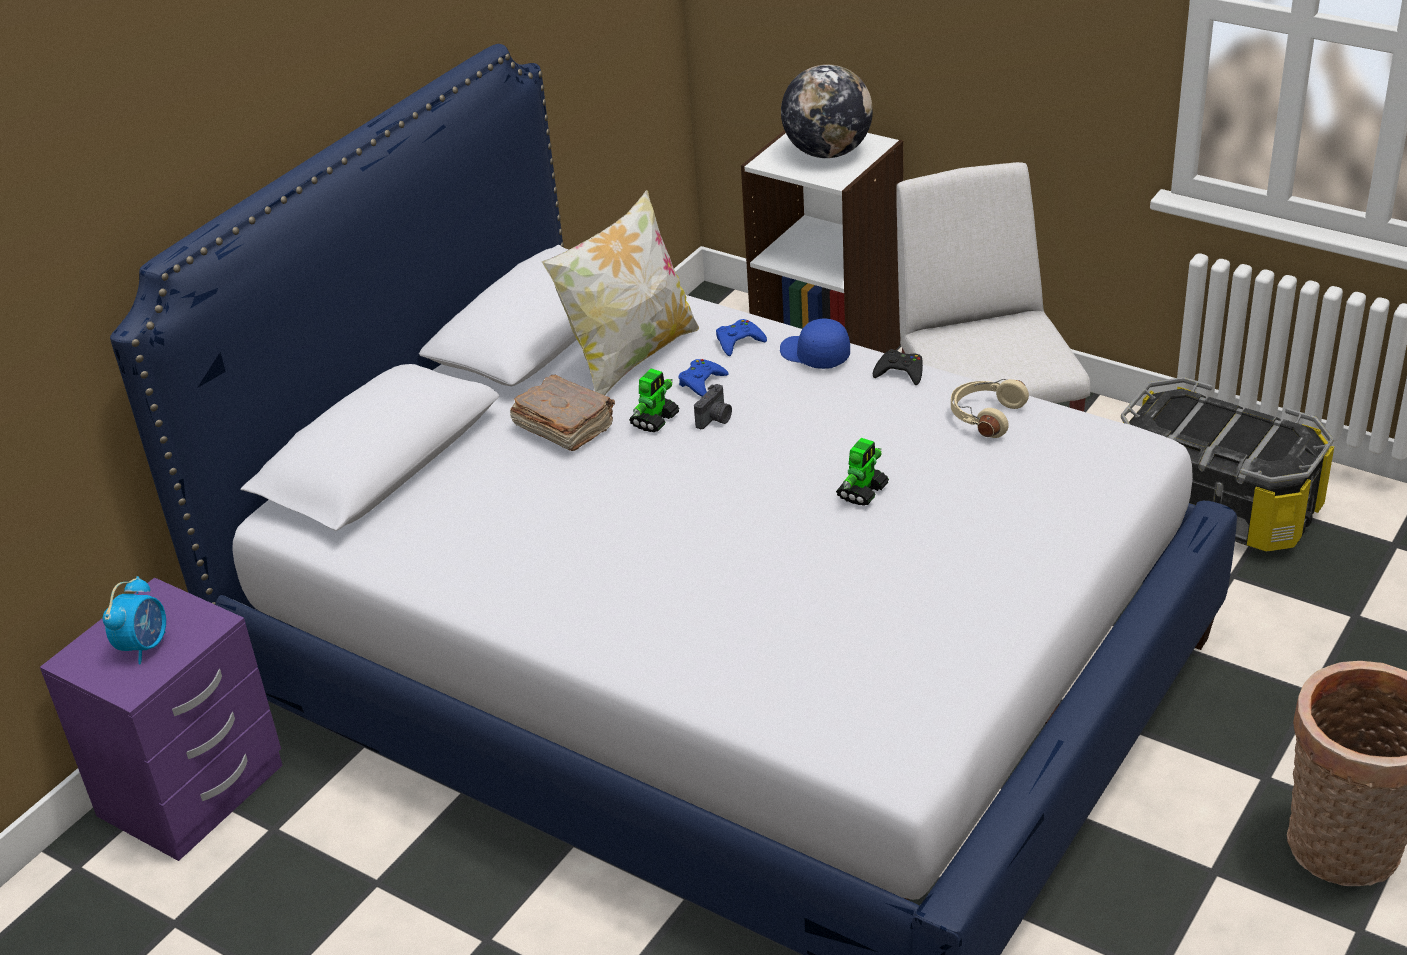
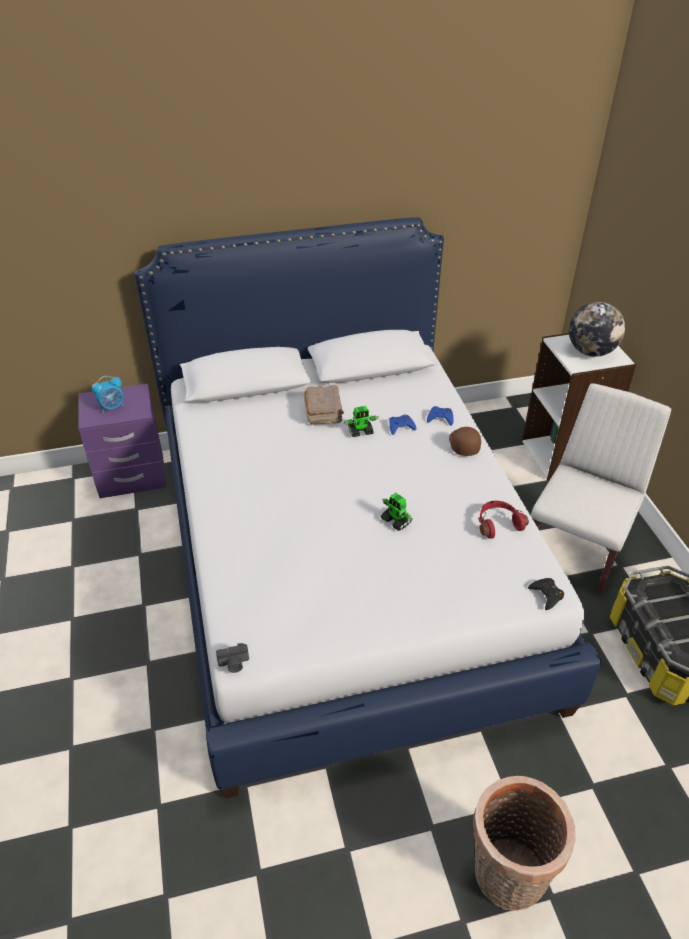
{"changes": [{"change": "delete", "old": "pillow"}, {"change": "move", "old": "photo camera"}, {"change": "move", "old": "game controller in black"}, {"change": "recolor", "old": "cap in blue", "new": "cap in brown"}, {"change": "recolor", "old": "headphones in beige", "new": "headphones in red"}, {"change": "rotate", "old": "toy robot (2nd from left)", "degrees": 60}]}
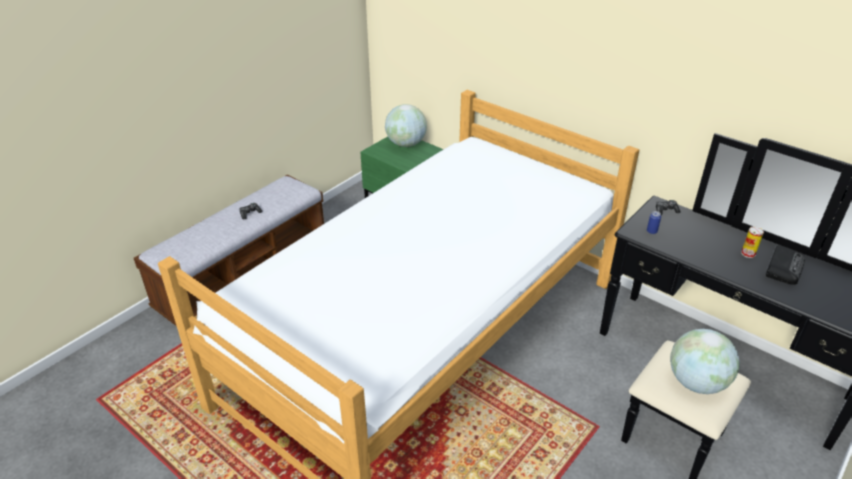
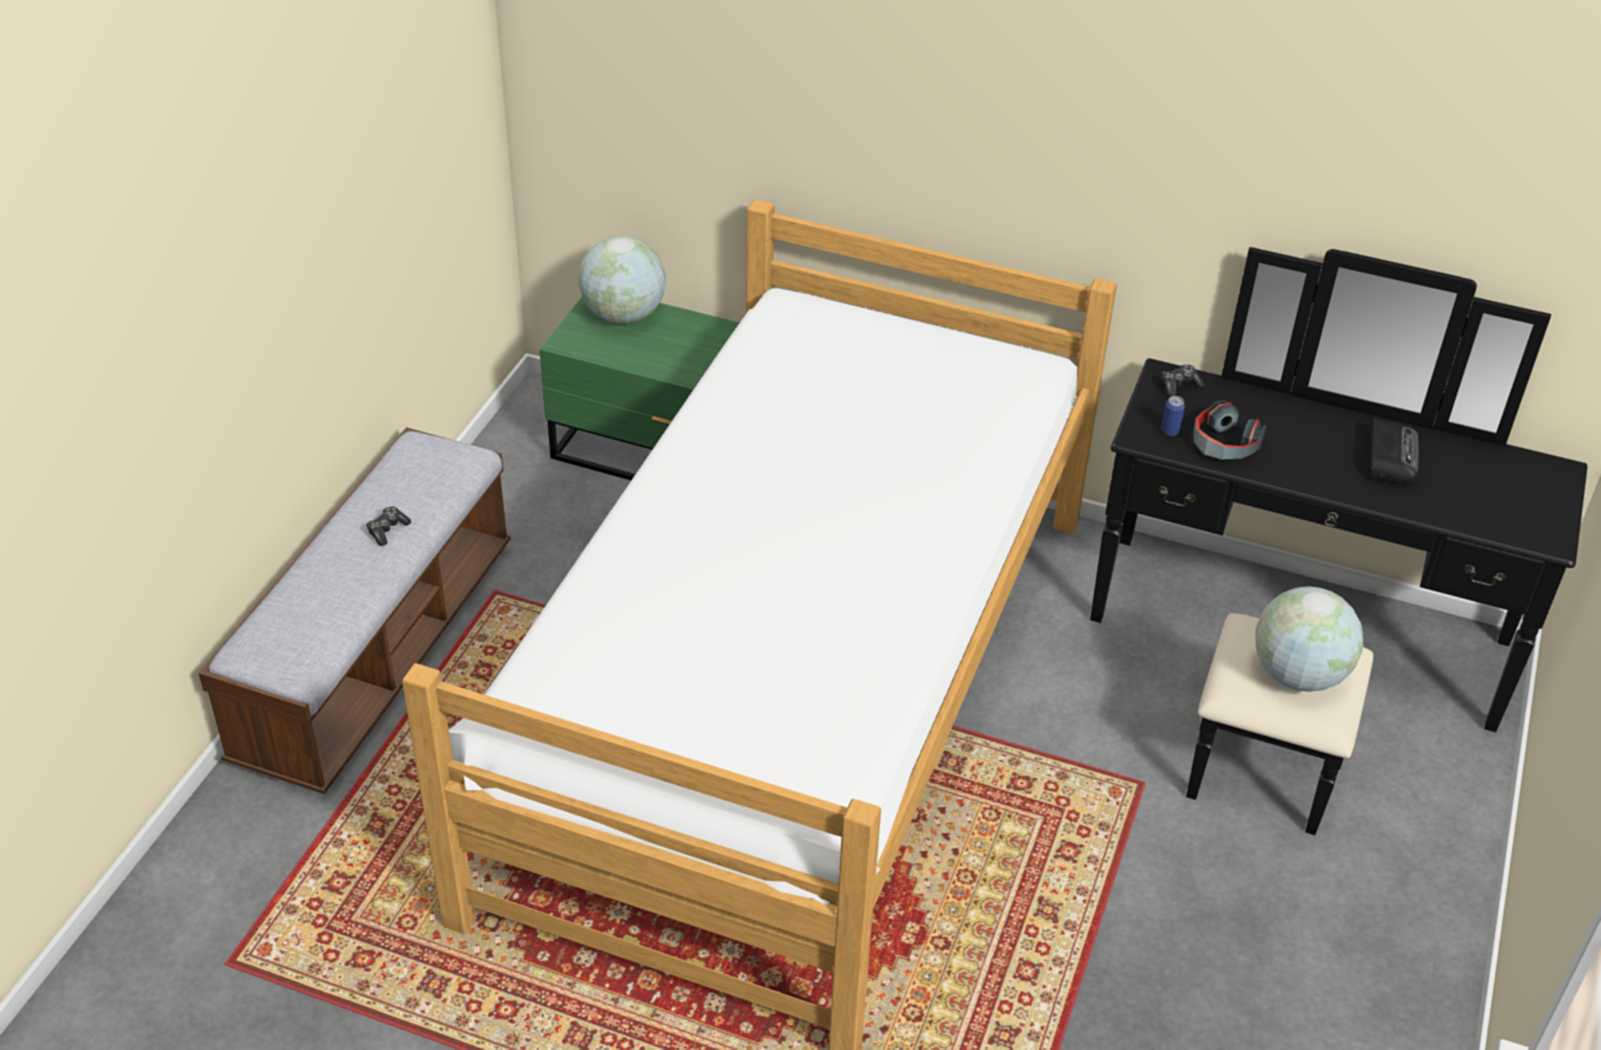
{"changes": [{"change": "delete", "old": "can (2nd from left)"}, {"change": "insert", "new": "headphones"}]}
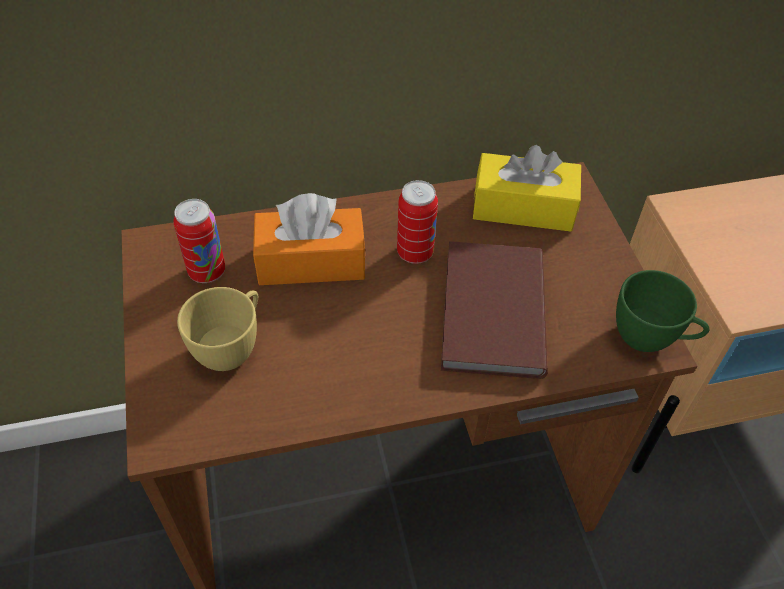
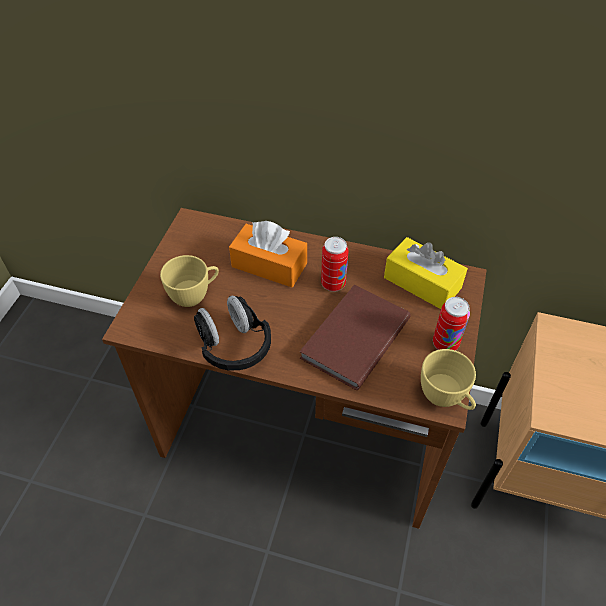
{"changes": [{"change": "insert", "new": "headphones in black"}, {"change": "move", "old": "can (1st from left in the first image)", "new": "can (2nd from left)"}, {"change": "recolor", "old": "cup in green", "new": "cup in yellow (2nd from left)"}]}
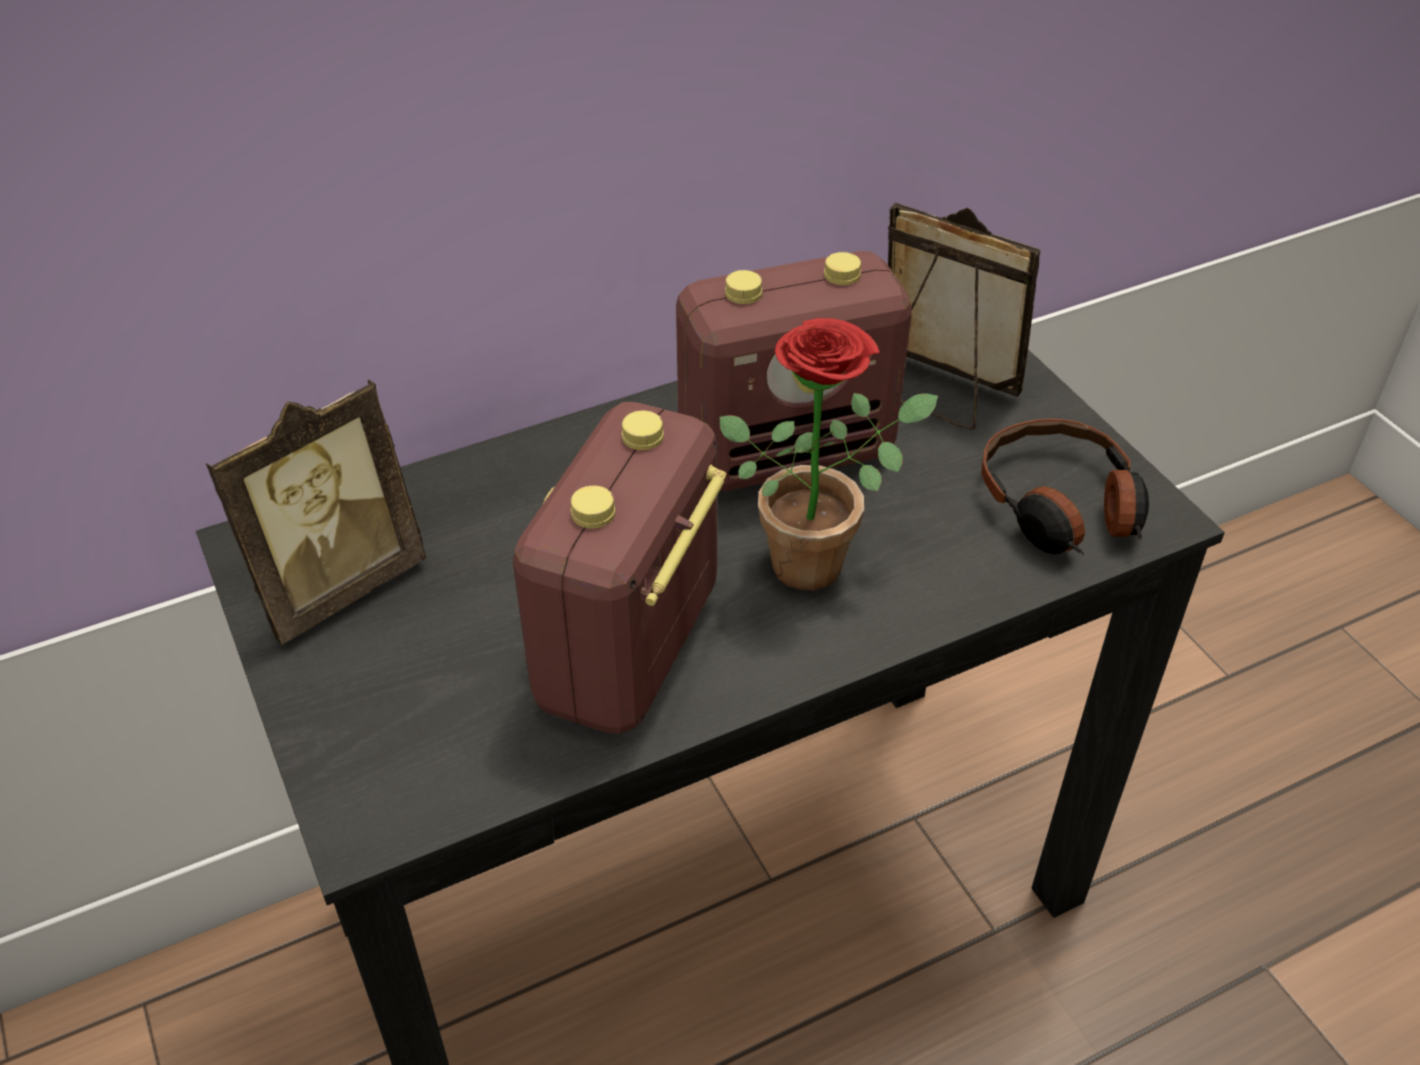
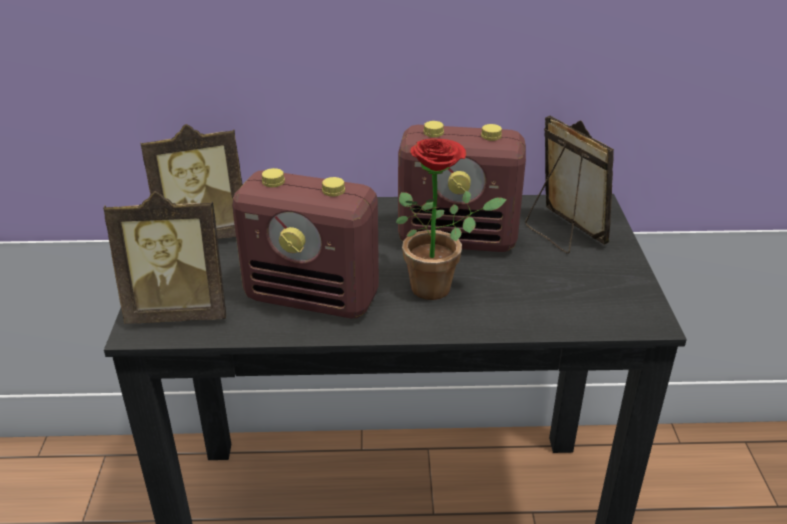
{"changes": [{"change": "delete", "old": "headphones"}, {"change": "insert", "new": "picture frame (1st from left)"}, {"change": "rotate", "old": "radio (1st from left)", "degrees": -120}]}
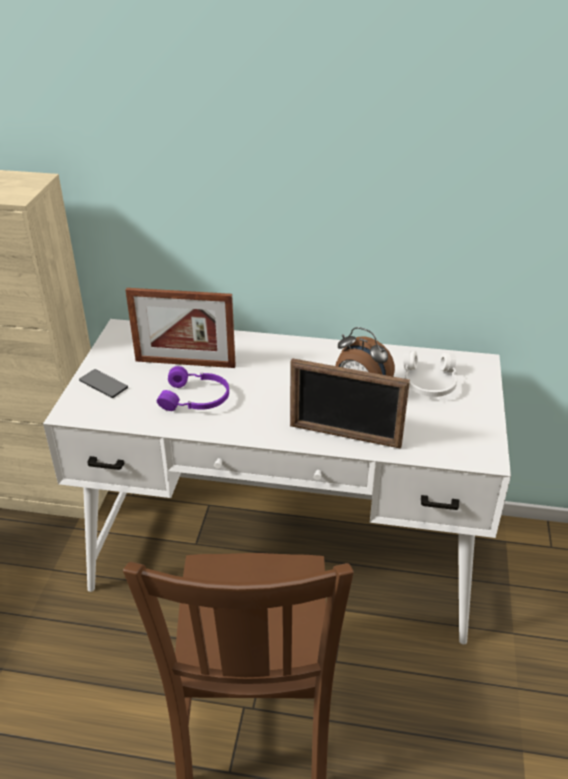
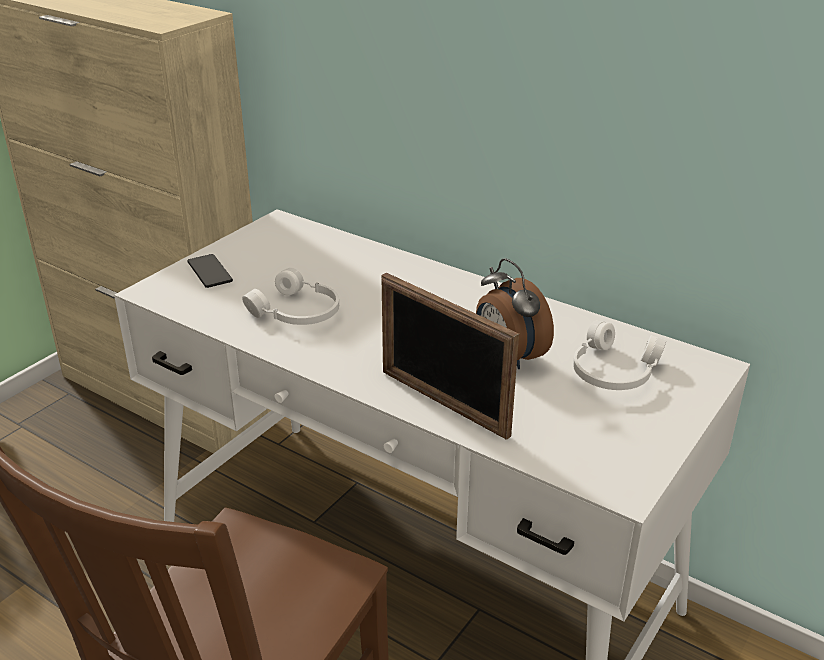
{"changes": [{"change": "delete", "old": "picture frame (1st from left)"}, {"change": "recolor", "old": "headphones in purple", "new": "headphones in white (1st from left)"}]}
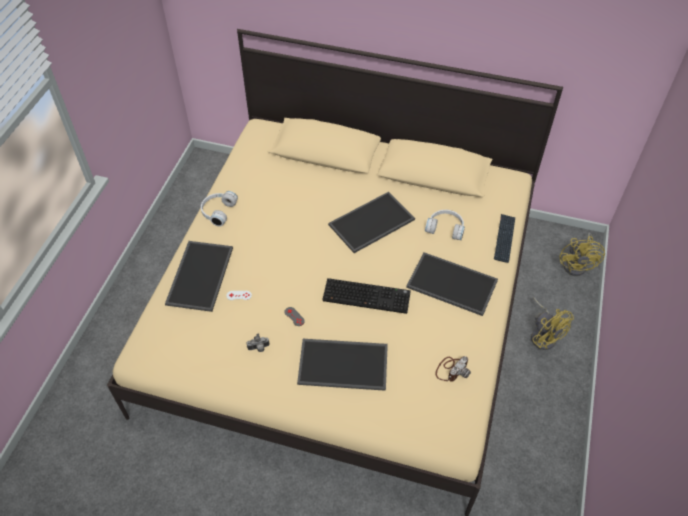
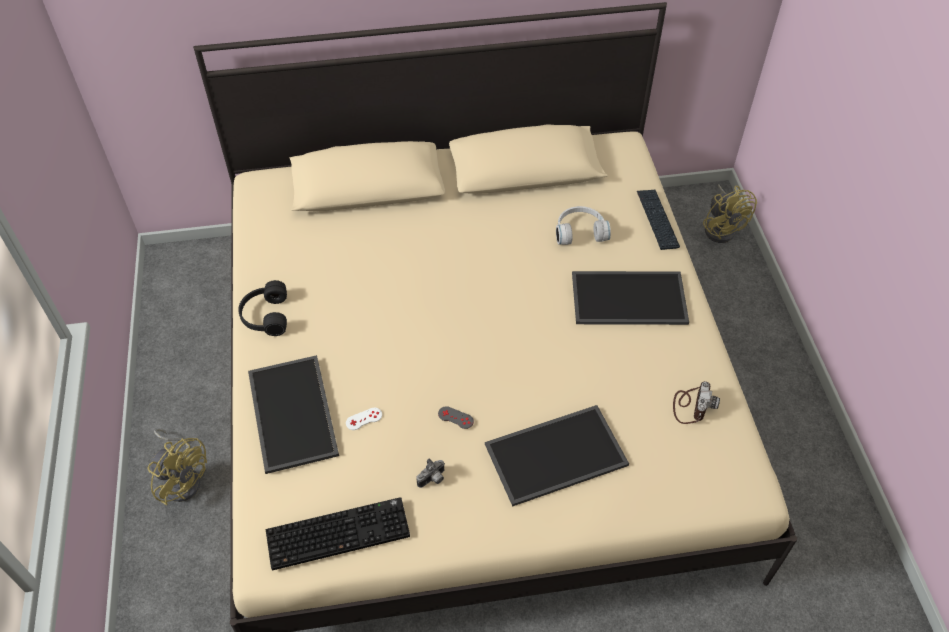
{"changes": [{"change": "delete", "old": "tray (3rd from left)"}, {"change": "move", "old": "keyboard (1st from left)"}, {"change": "move", "old": "fan in yellow (1st from left)"}, {"change": "recolor", "old": "headphones in white (1st from left)", "new": "headphones in black"}]}
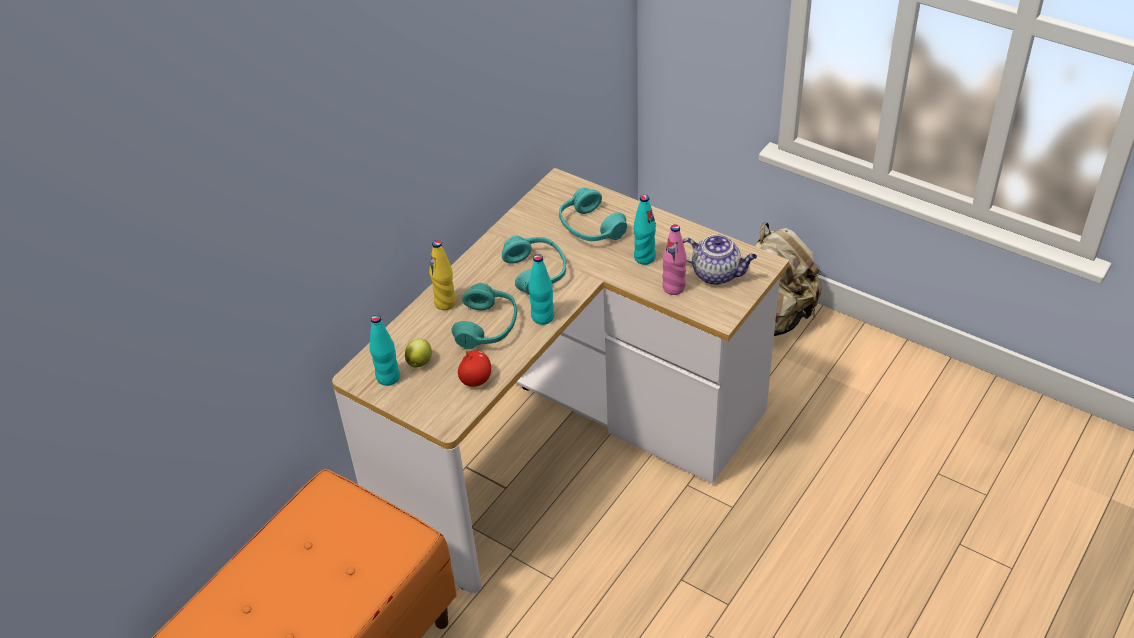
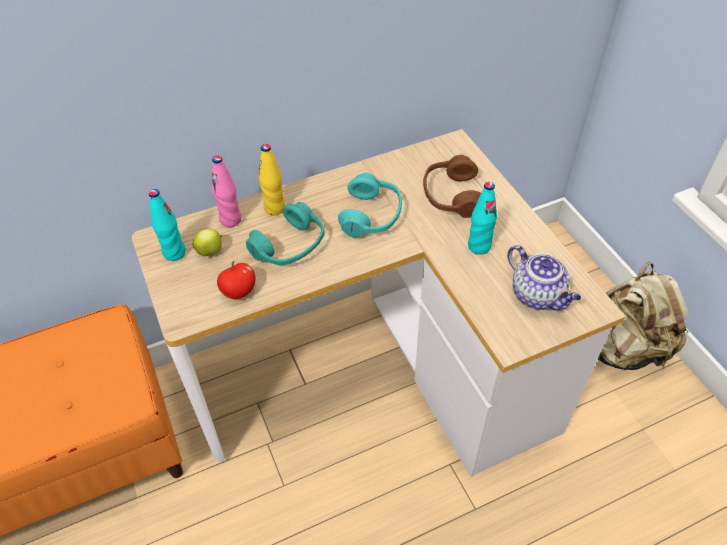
{"changes": [{"change": "delete", "old": "bottle in turquoise (2nd from left)"}, {"change": "move", "old": "bottle in pink"}, {"change": "recolor", "old": "headphones in turquoise (3rd from left)", "new": "headphones in brown"}]}
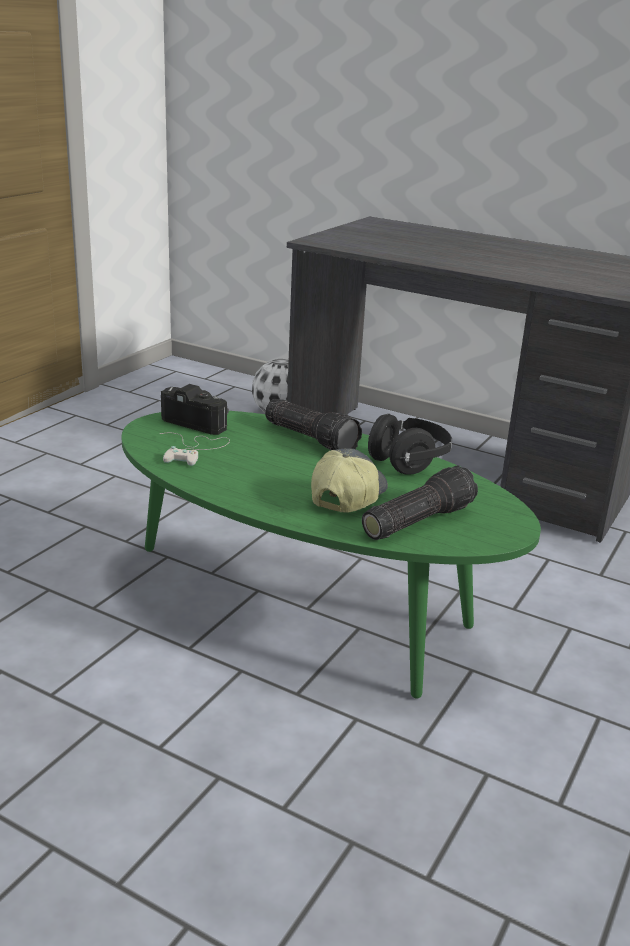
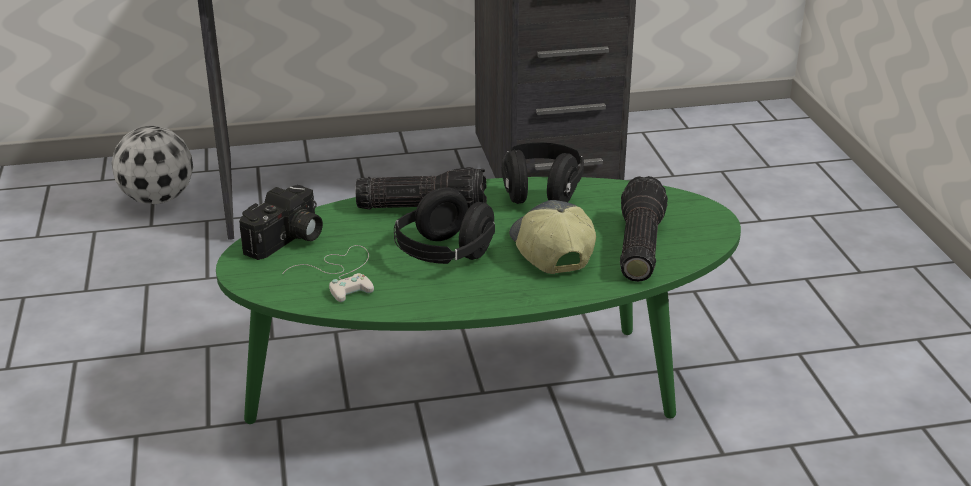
{"changes": [{"change": "insert", "new": "headphones in black (1st from left)"}, {"change": "rotate", "old": "photo camera", "degrees": 135}]}
